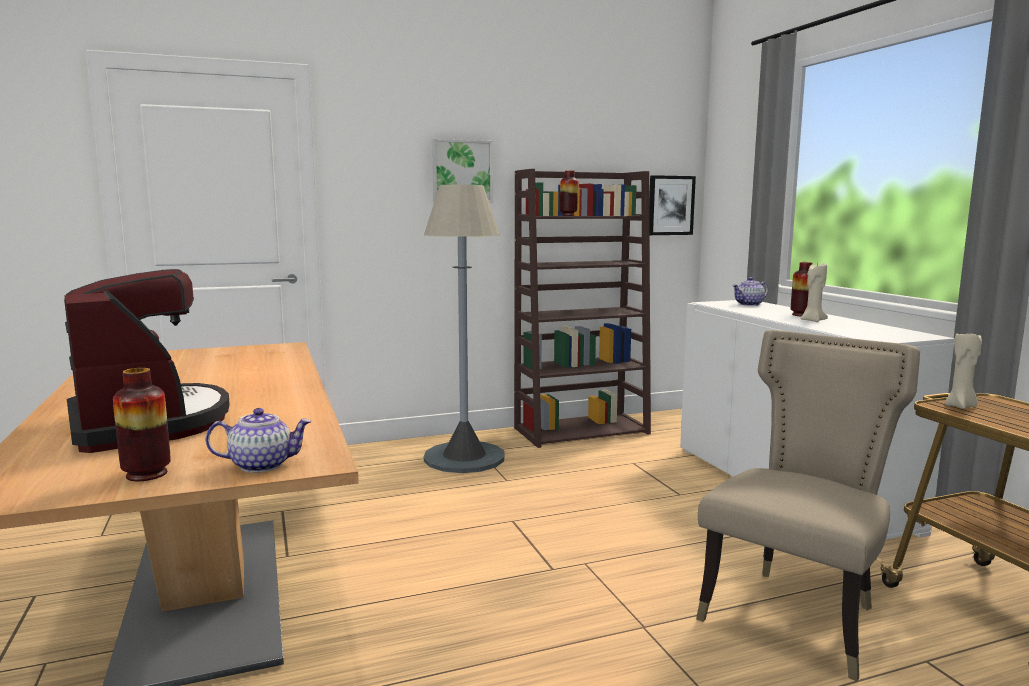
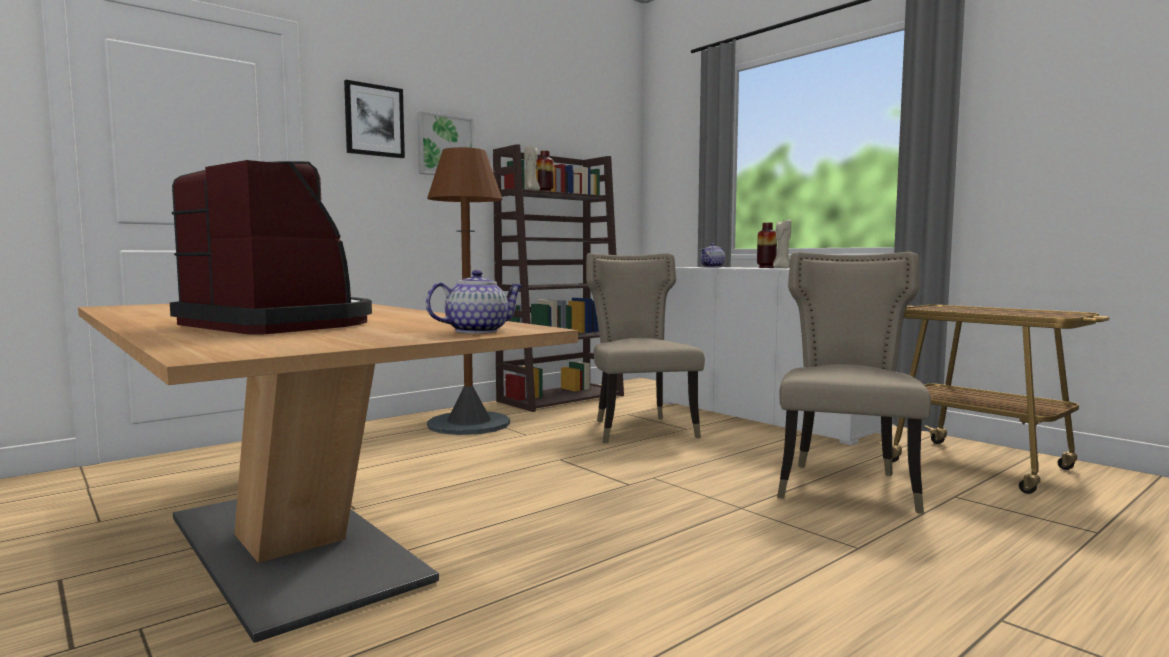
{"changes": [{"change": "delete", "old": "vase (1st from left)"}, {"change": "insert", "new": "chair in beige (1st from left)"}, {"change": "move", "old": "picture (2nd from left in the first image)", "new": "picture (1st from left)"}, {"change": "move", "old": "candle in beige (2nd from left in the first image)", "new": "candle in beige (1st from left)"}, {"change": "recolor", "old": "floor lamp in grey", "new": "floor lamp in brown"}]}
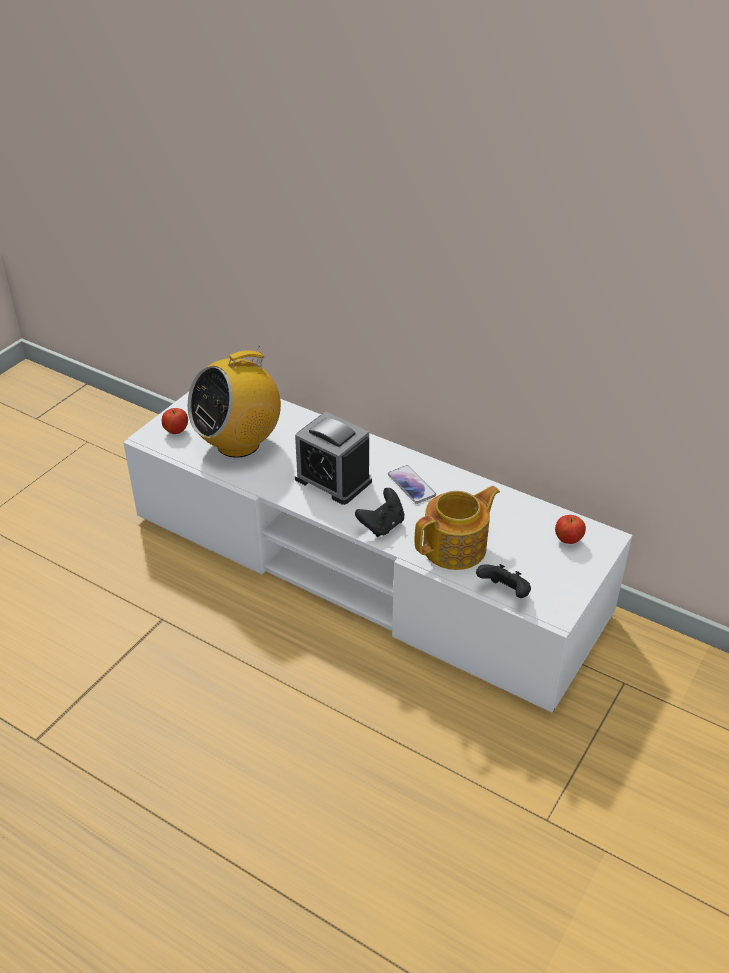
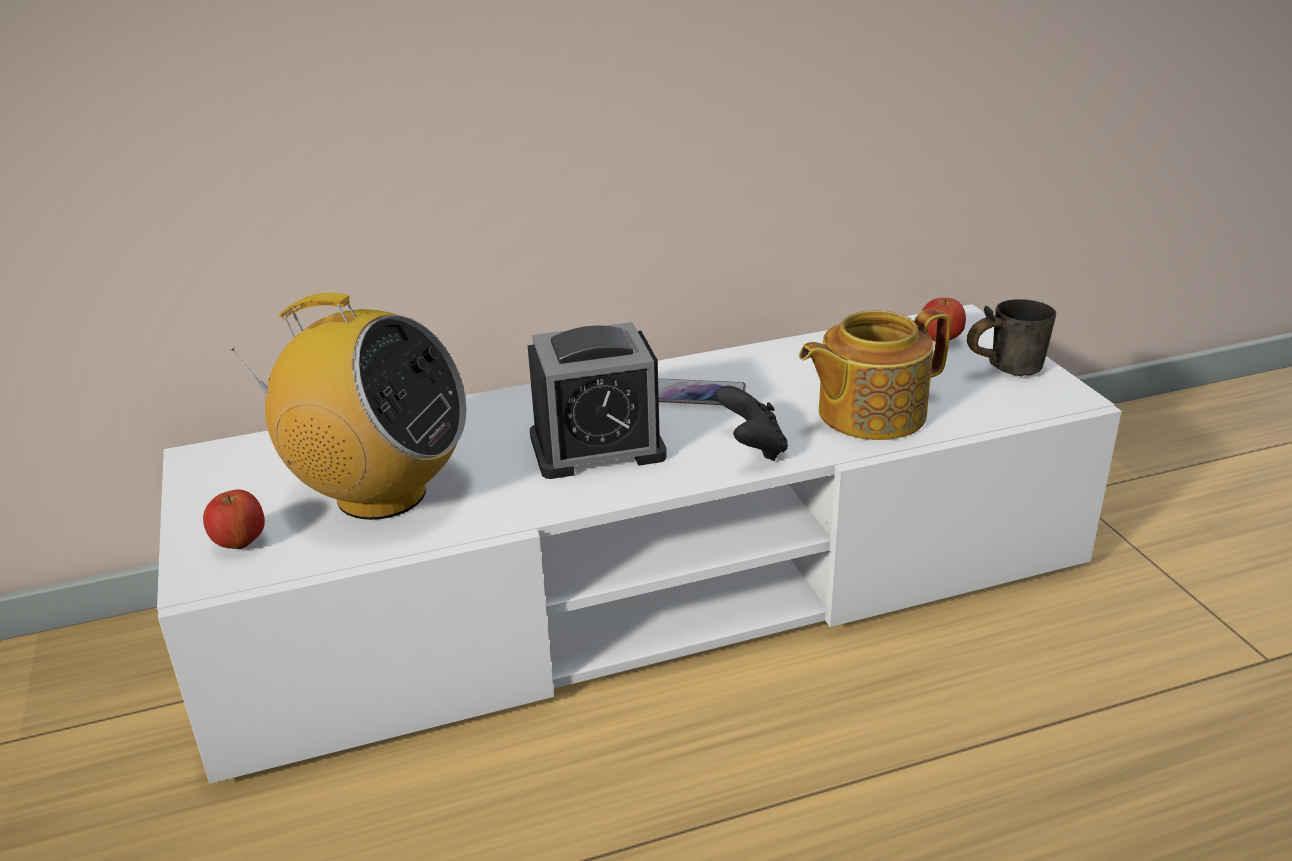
{"changes": [{"change": "delete", "old": "game controller in black (2nd from left)"}, {"change": "insert", "new": "mug in grey"}, {"change": "rotate", "old": "radio", "degrees": -75}, {"change": "rotate", "old": "teapot", "degrees": -120}]}
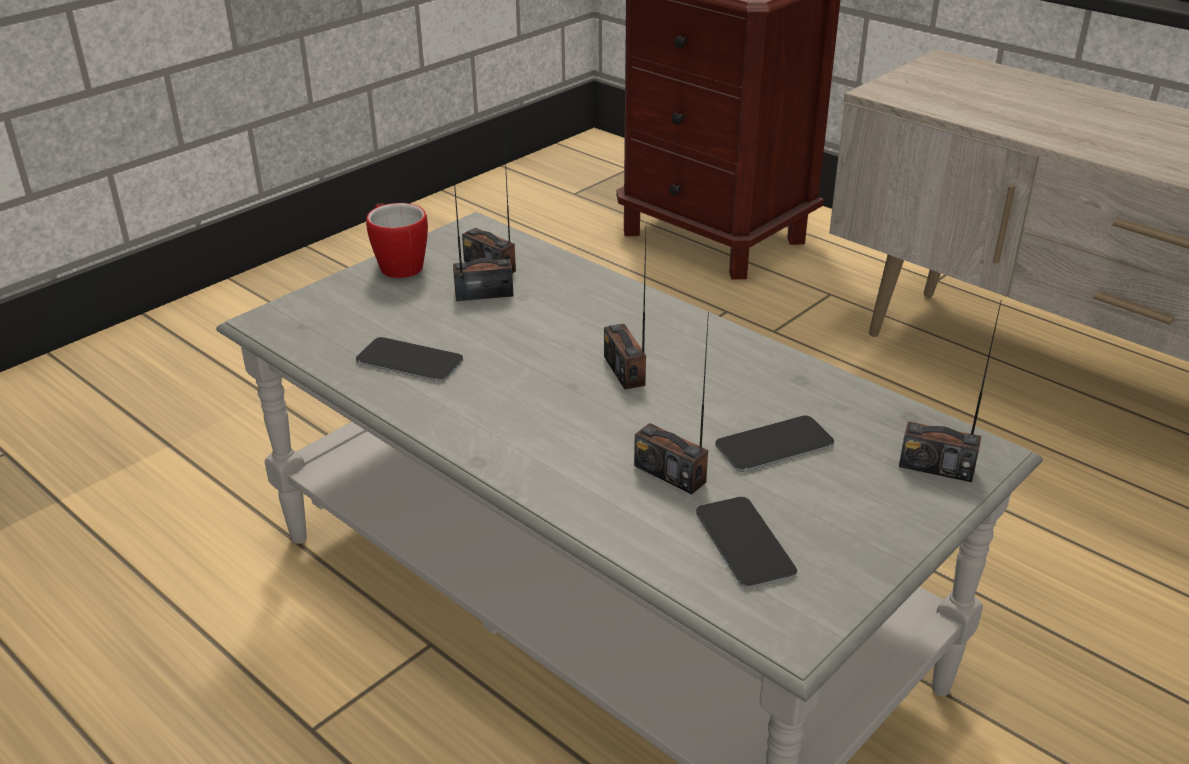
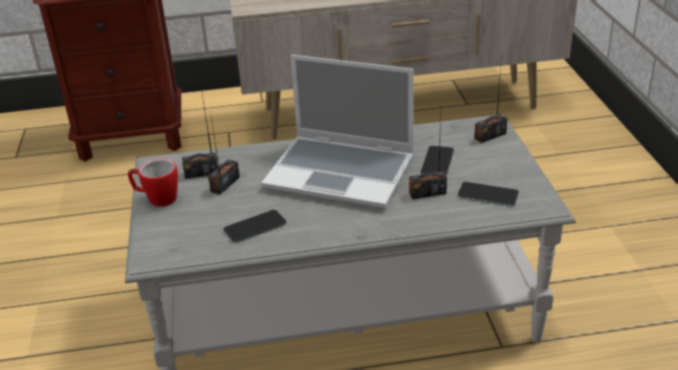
{"changes": [{"change": "replace", "old": "radio (3rd from left)", "new": "laptop"}]}
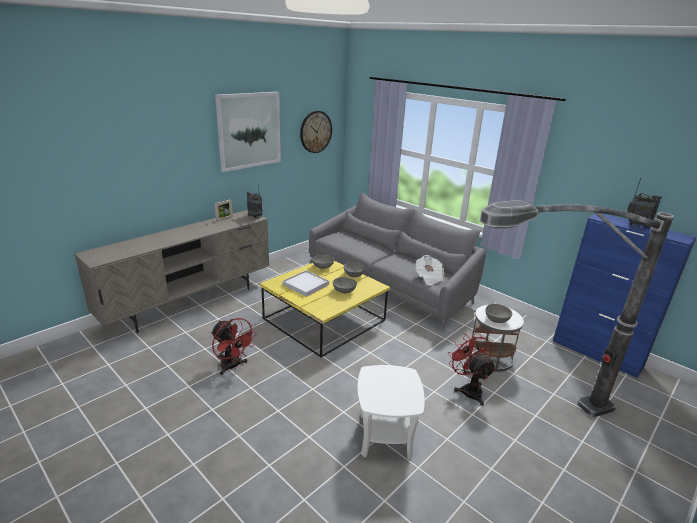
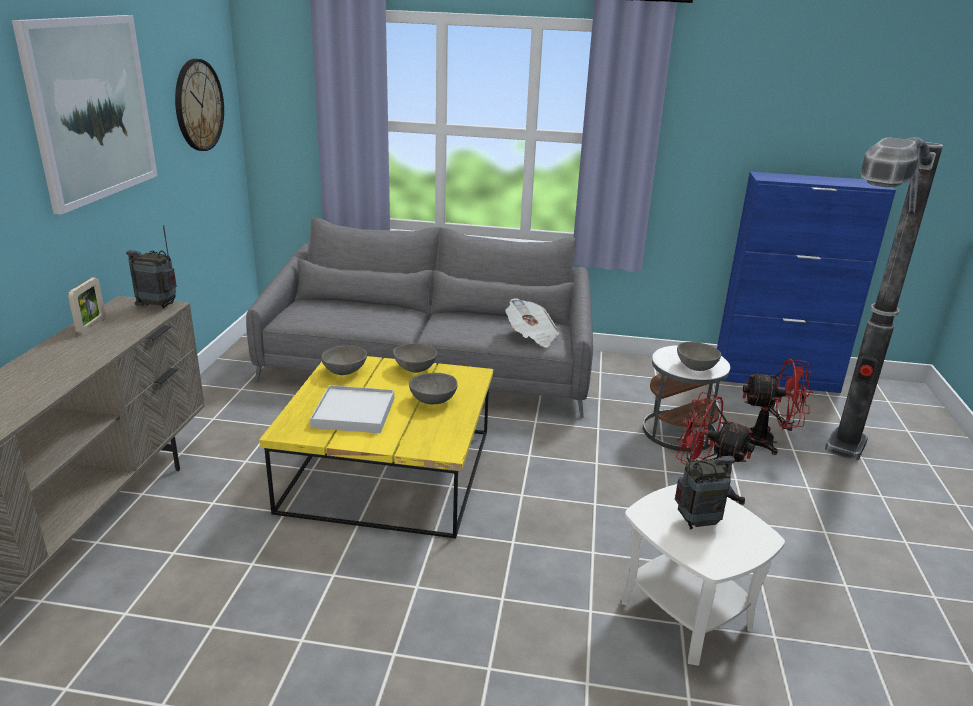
{"changes": [{"change": "move", "old": "fan in red (1st from left in the first image)", "new": "fan in red (2nd from left)"}, {"change": "move", "old": "radio (2nd from left)"}]}
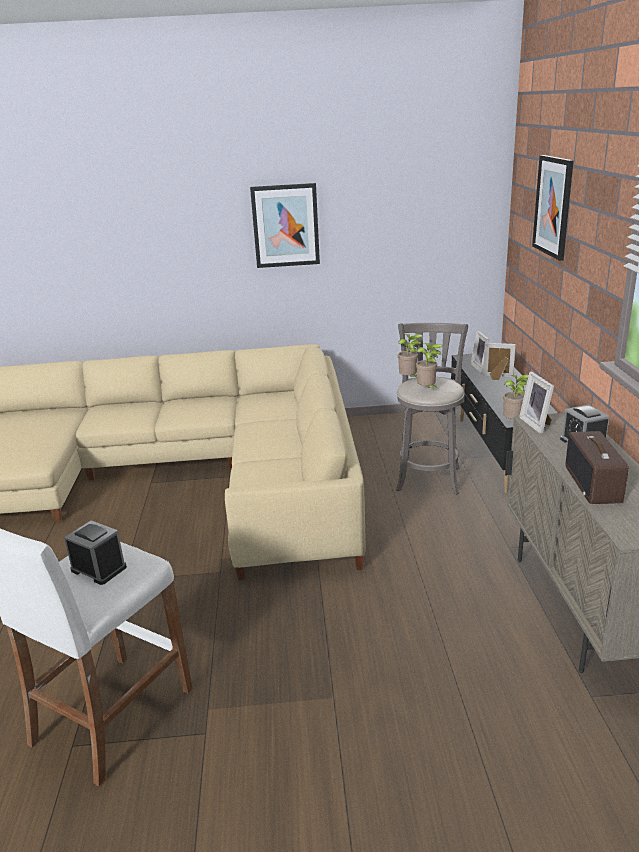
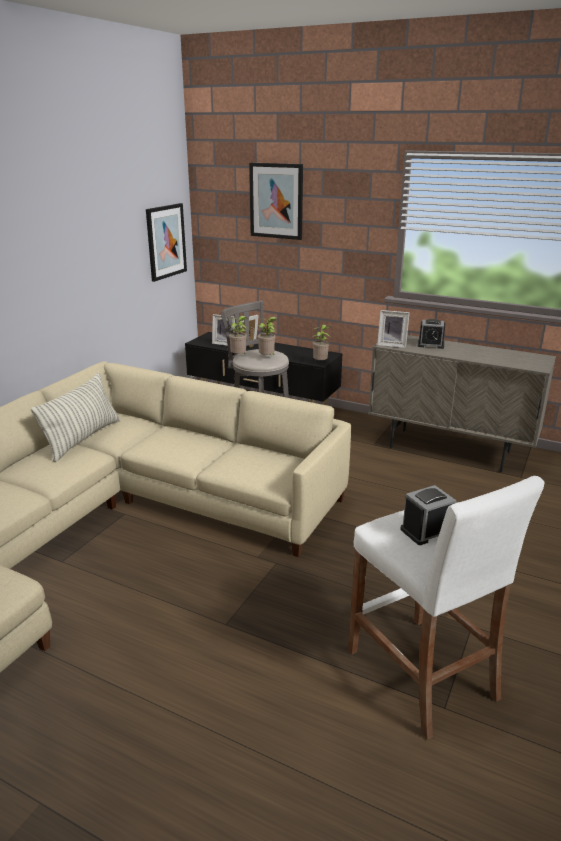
{"changes": [{"change": "delete", "old": "radio"}, {"change": "insert", "new": "pillow"}, {"change": "move", "old": "picture (1st from left)"}]}
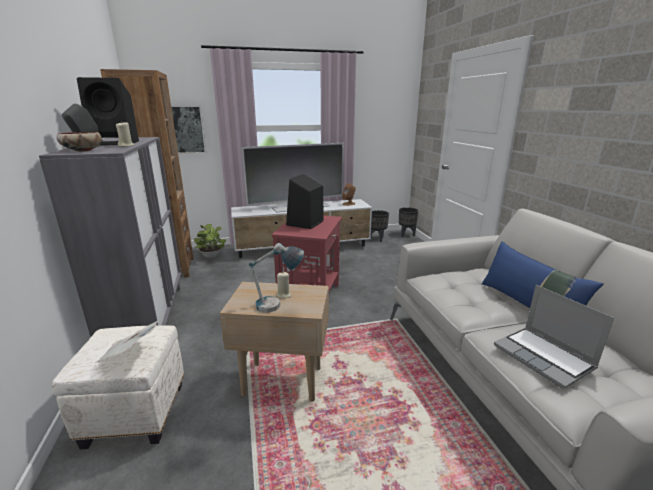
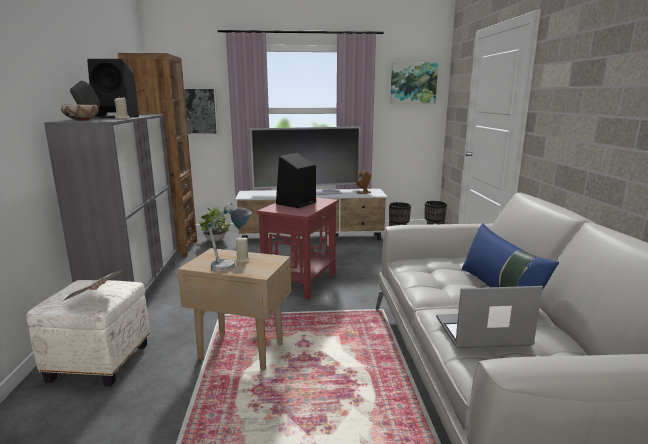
{"changes": [{"change": "insert", "new": "picture (2nd from left)"}, {"change": "rotate", "old": "laptop", "degrees": 105}]}
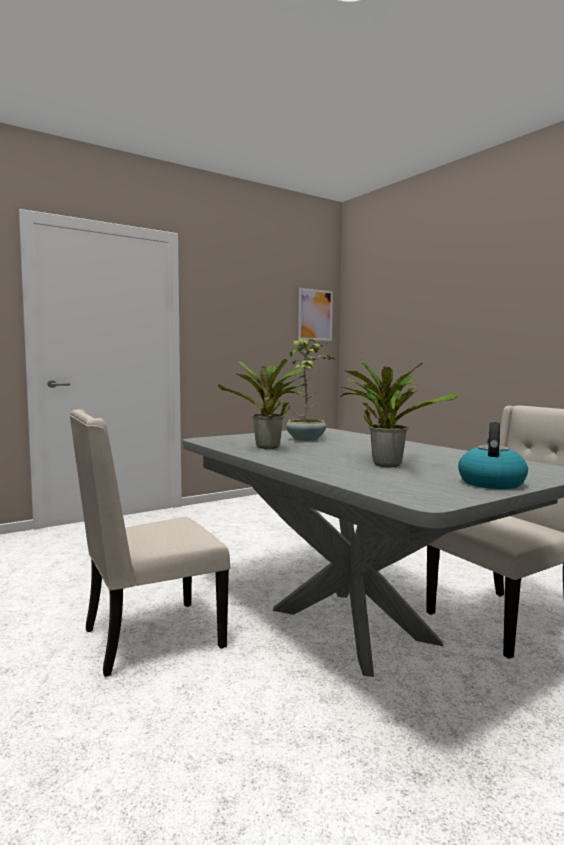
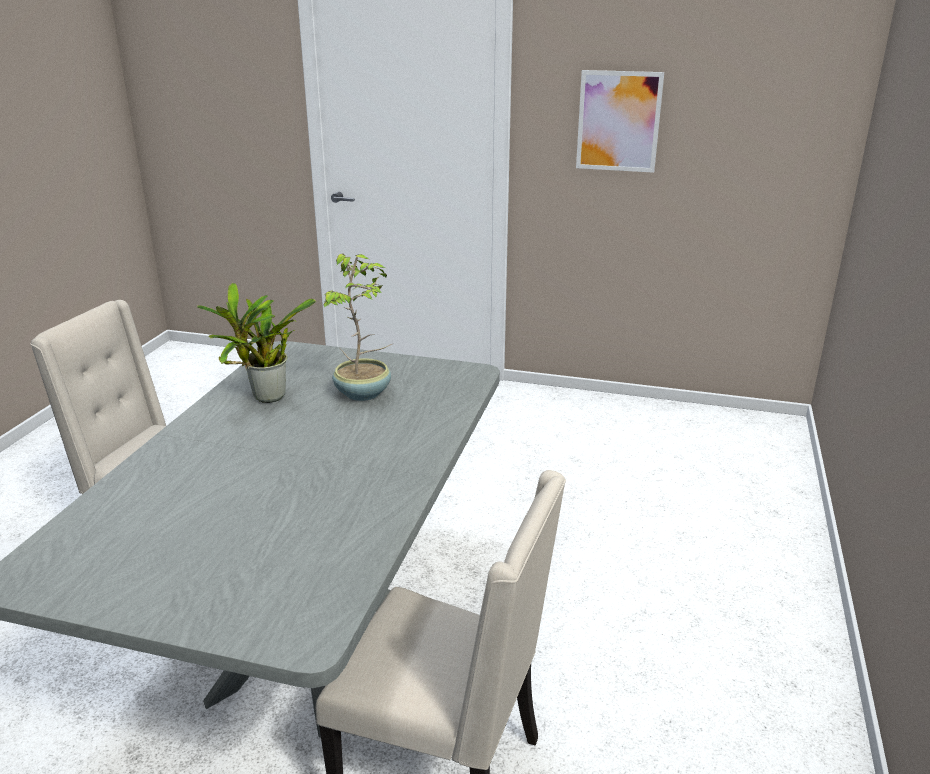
{"changes": [{"change": "delete", "old": "potted plant (3rd from left)"}, {"change": "delete", "old": "kettle"}, {"change": "move", "old": "picture"}]}
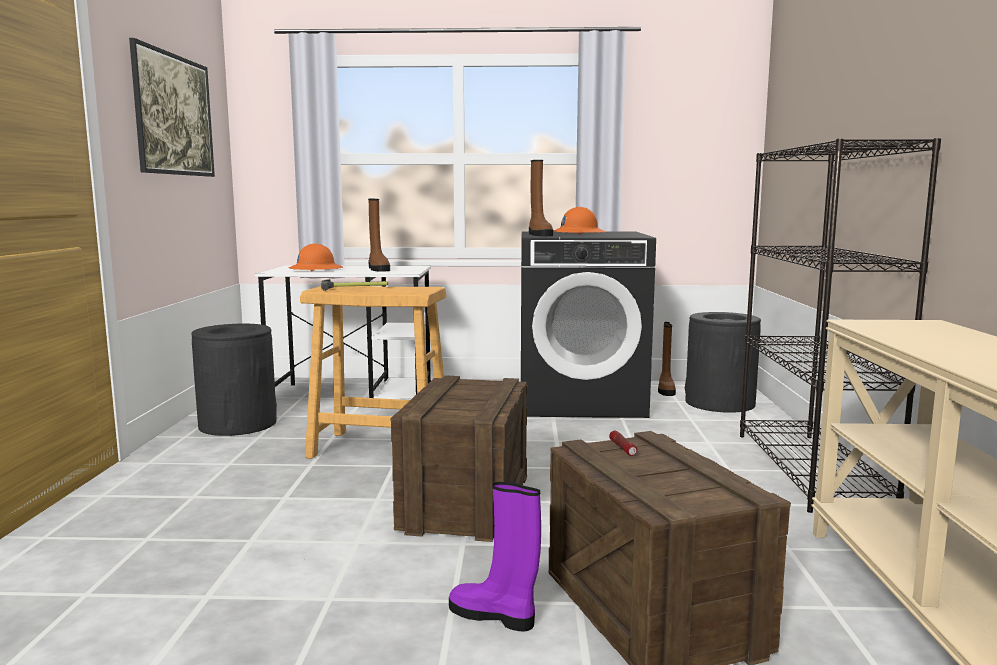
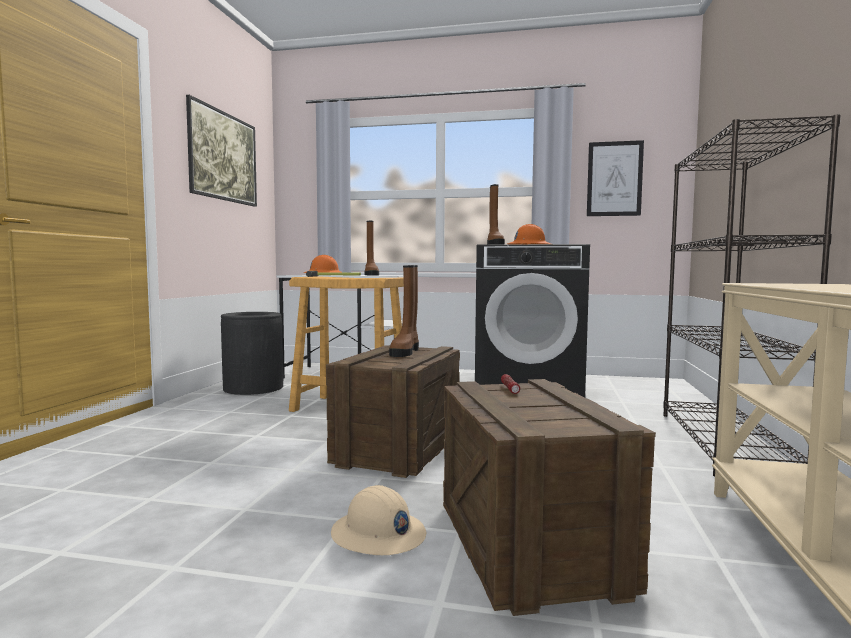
{"changes": [{"change": "delete", "old": "trash can in black (2nd from left)"}, {"change": "insert", "new": "picture (2nd from left)"}, {"change": "move", "old": "boot in brown (3rd from left in the first image)", "new": "boot in brown (2nd from left)"}, {"change": "replace", "old": "boot in purple", "new": "hard hat in beige"}]}
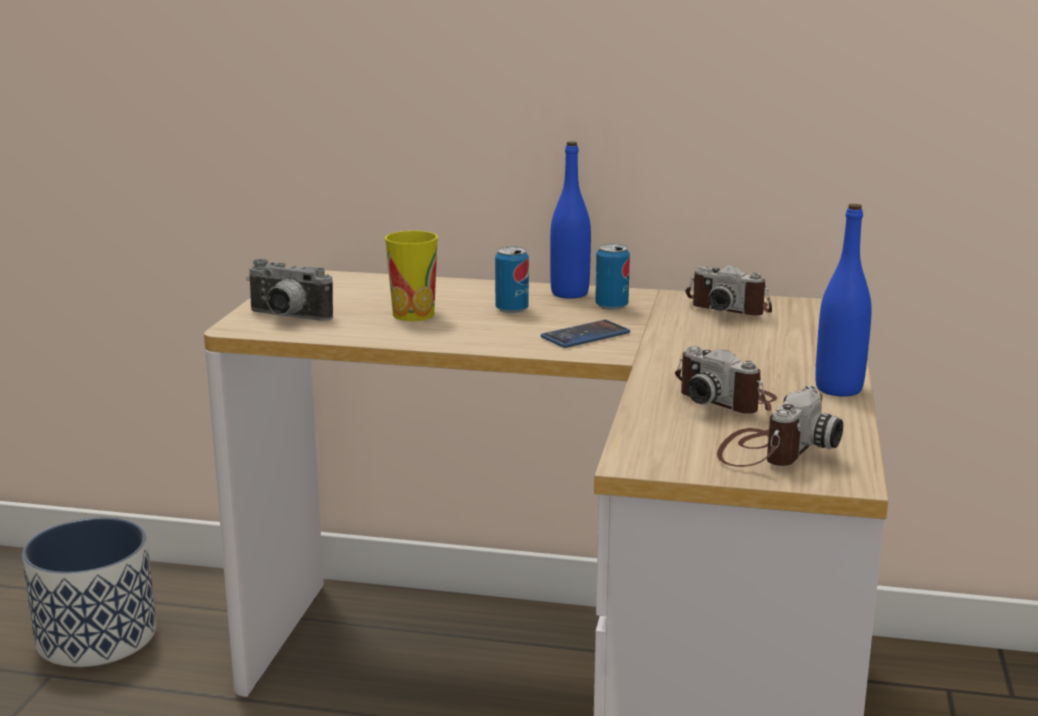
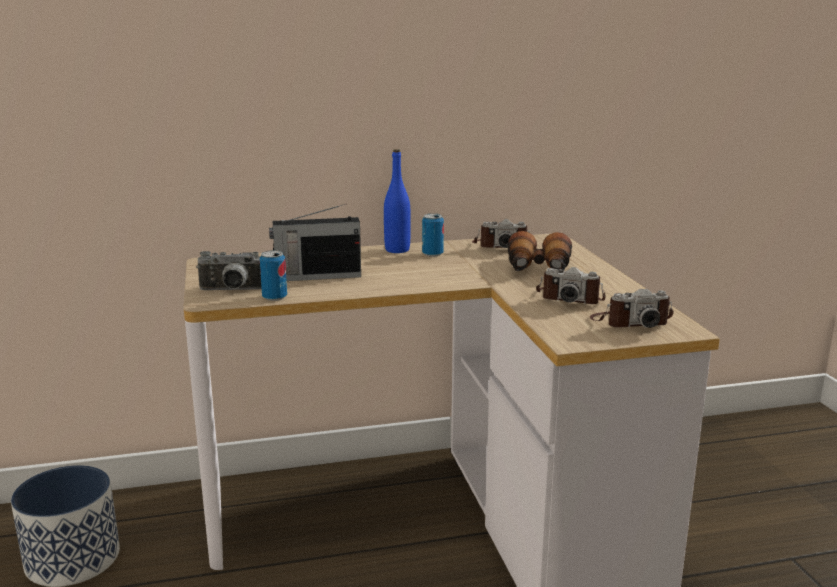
{"changes": [{"change": "delete", "old": "phone"}, {"change": "delete", "old": "bottle in blue (2nd from left)"}, {"change": "insert", "new": "binoculars"}, {"change": "move", "old": "can (1st from left)"}, {"change": "replace", "old": "cup", "new": "radio"}, {"change": "rotate", "old": "photo camera (4th from left)", "degrees": 75}]}
